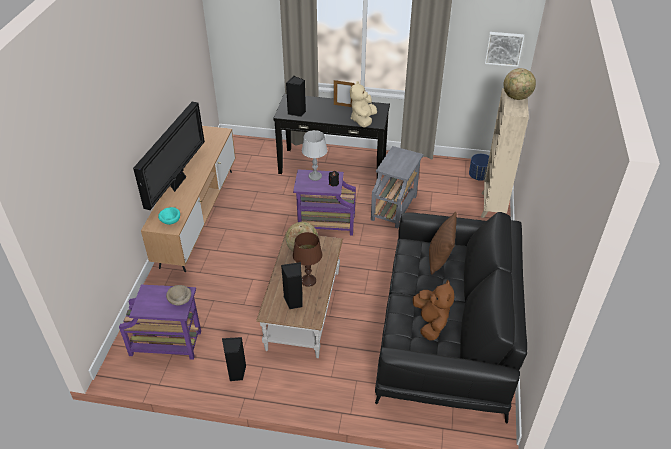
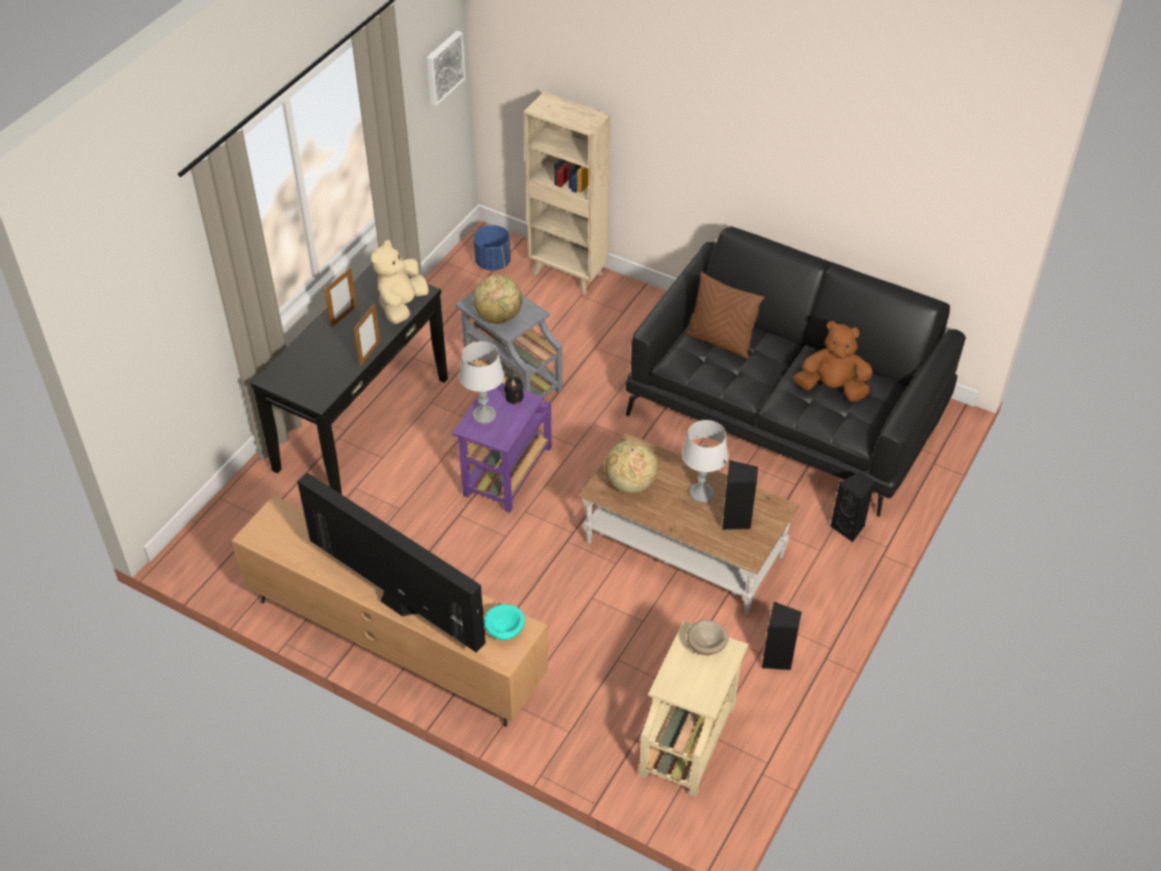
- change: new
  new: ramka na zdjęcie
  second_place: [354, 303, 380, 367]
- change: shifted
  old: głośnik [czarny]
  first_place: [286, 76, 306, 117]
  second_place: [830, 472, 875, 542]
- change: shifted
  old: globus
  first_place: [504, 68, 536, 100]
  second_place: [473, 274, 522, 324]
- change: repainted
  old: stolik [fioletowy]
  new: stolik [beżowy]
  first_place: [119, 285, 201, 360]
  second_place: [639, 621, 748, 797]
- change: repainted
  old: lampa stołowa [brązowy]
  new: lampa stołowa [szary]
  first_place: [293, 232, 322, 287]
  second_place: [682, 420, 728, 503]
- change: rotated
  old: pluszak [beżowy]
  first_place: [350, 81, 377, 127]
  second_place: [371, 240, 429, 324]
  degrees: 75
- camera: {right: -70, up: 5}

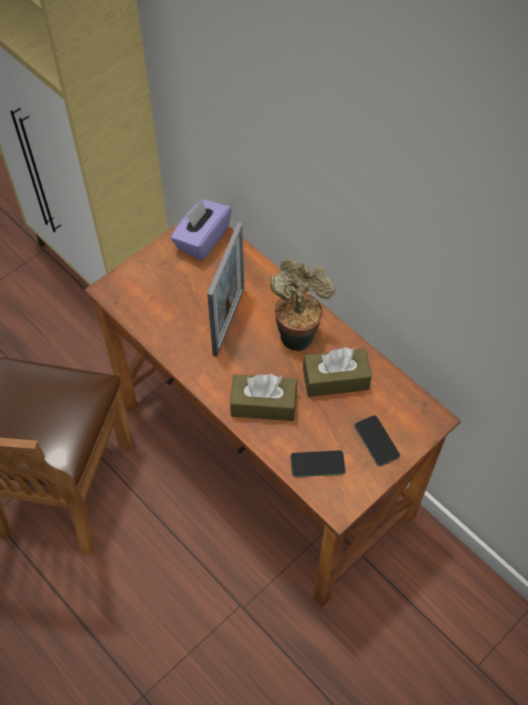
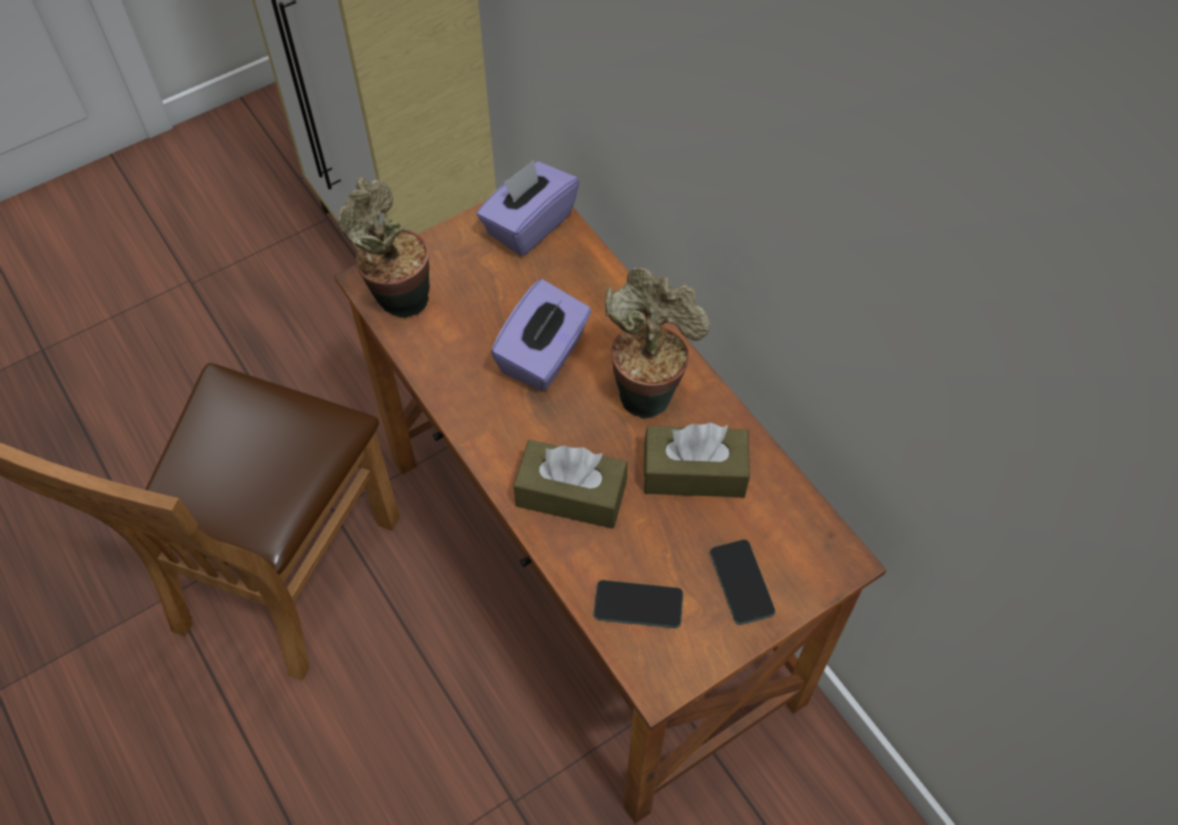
- change: new
  new: roślina doniczkowa
  second_place: [338, 177, 430, 318]
- change: swapped
  old: ramka na zdjęcie
  new: pudełko chusteczek [fioletowy]
  first_place: [207, 222, 244, 356]
  second_place: [491, 279, 592, 391]
- camera: {right: 10, up: 0}

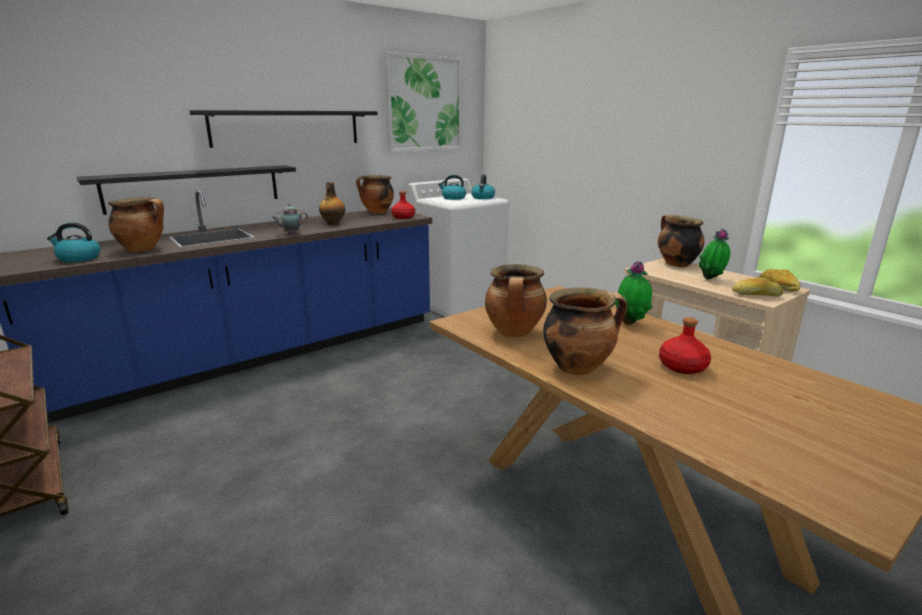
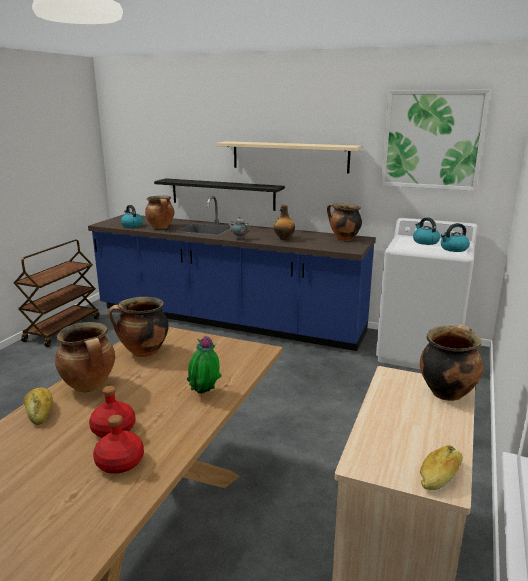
- change: gone
  old: roślina doniczkowa
  first_place: [699, 229, 730, 279]
- change: shifted
  old: butelka [czerwony]
  first_place: [391, 191, 415, 219]
  second_place: [93, 415, 144, 474]
- change: shifted
  old: chleb
  first_place: [732, 278, 783, 296]
  second_place: [24, 388, 53, 425]
- change: repainted
  old: półka [czarny]
  new: półka [beżowy]
  first_place: [189, 110, 378, 148]
  second_place: [216, 141, 361, 174]
- camera: {right: 60, up: 0}

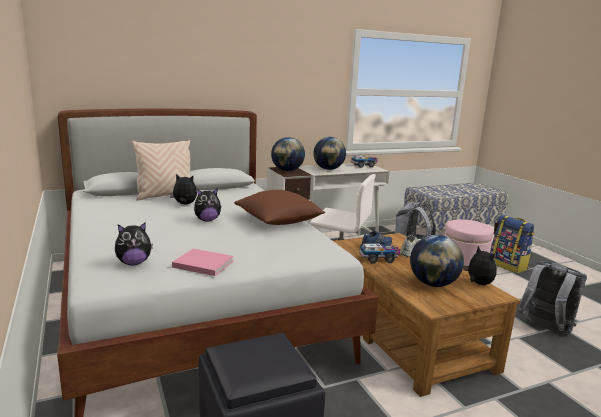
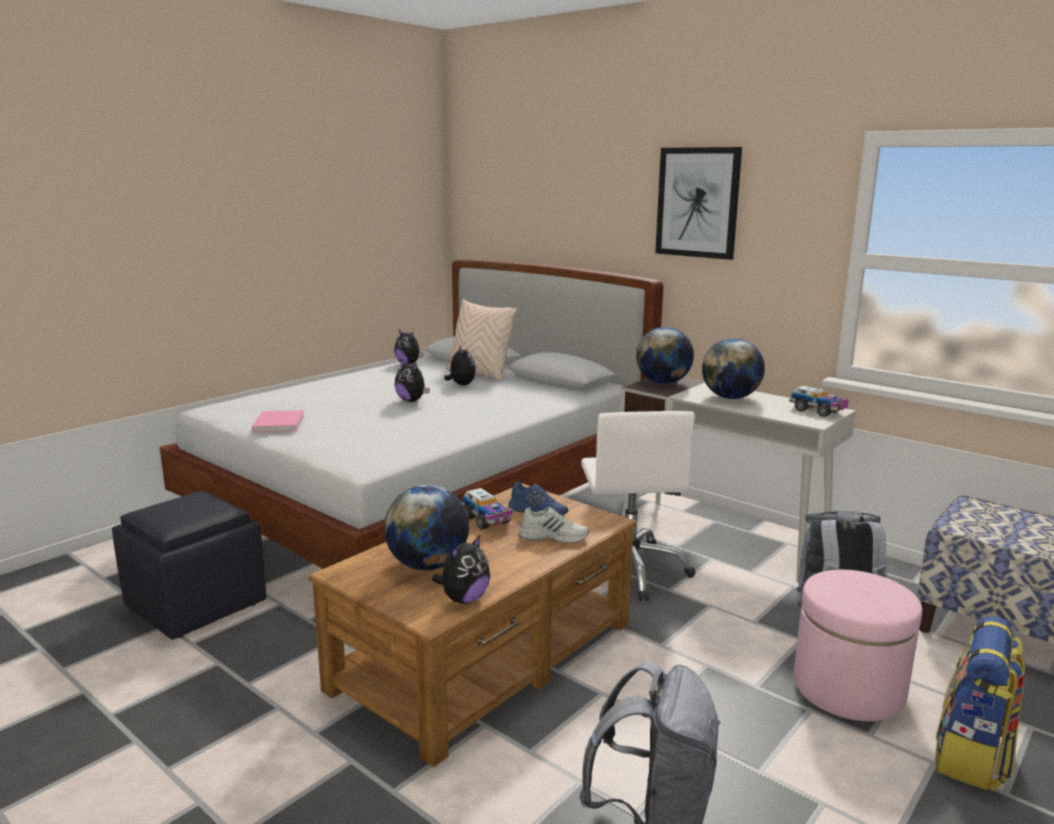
- change: gone
  old: poduszka [brązowy]
  first_place: [234, 190, 325, 225]
- change: new
  new: obraz
  second_place: [655, 147, 742, 260]
- change: shifted
  old: pluszak
  first_place: [115, 223, 153, 265]
  second_place: [394, 329, 424, 364]
- camera: {right: 65, up: 0}

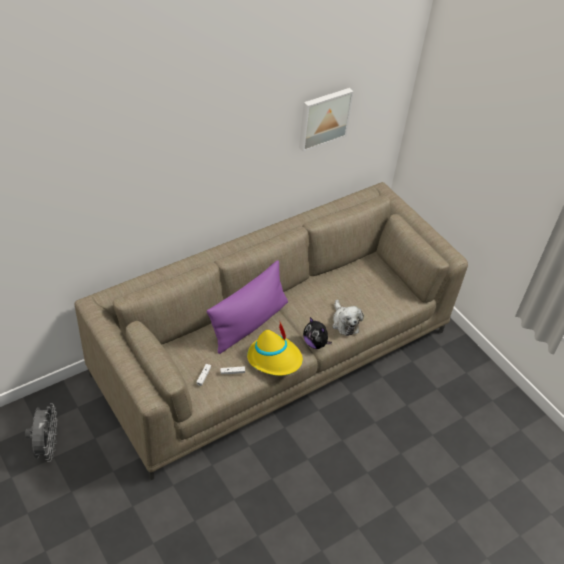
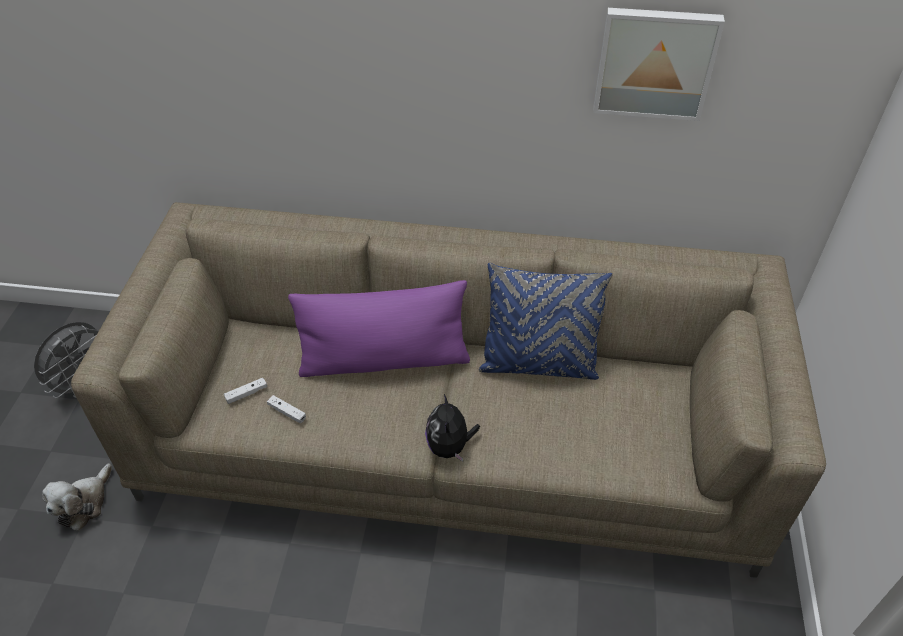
- change: gone
  old: kapelusz [żółty]
  first_place: [247, 320, 303, 376]
- change: new
  new: poduszka [niebieski]
  second_place: [479, 263, 613, 380]
- change: shifted
  old: pluszak
  first_place: [332, 299, 364, 336]
  second_place: [42, 463, 112, 531]
- camera: {right: 45, up: 0}

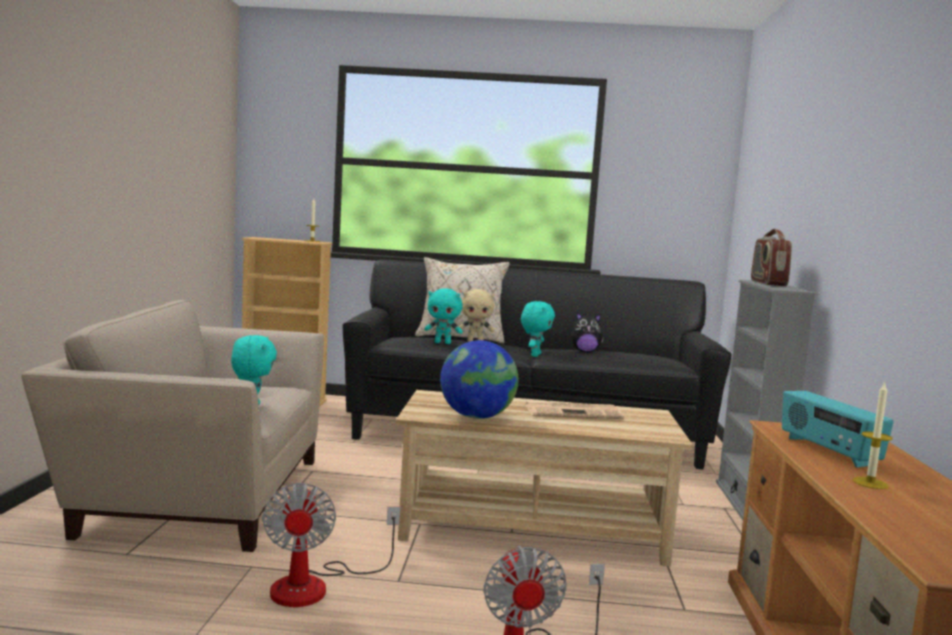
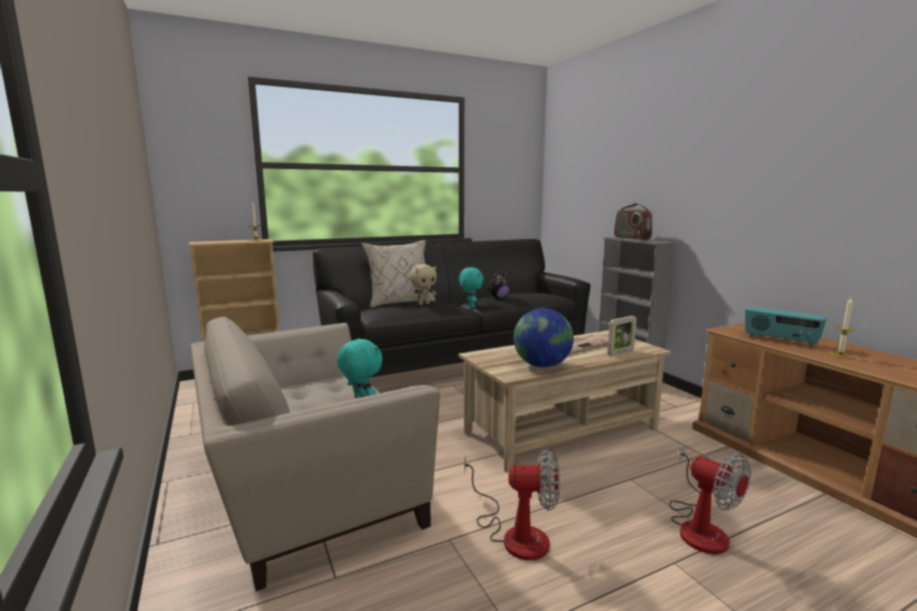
- change: gone
  old: pluszak [turkusowy]
  first_place: [424, 288, 463, 344]
- change: new
  new: ramka na zdjęcie
  second_place: [607, 316, 637, 356]
- change: rotated
  old: wentylator
  first_place: [262, 483, 400, 607]
  second_place: [464, 449, 560, 560]
  degrees: -45
- camera: {right: -30, up: 5}

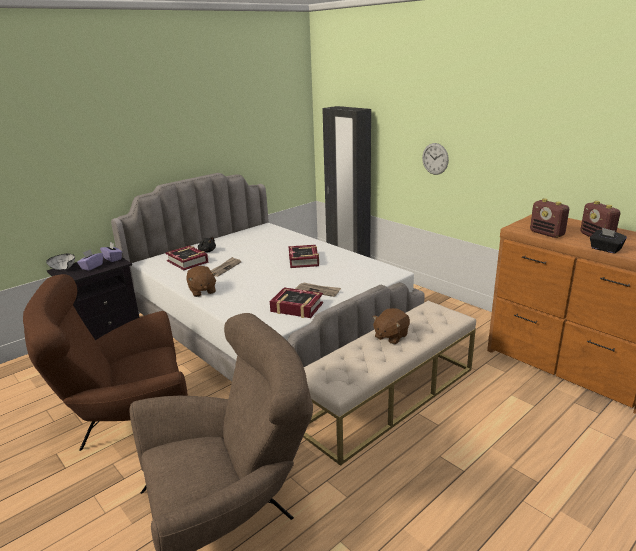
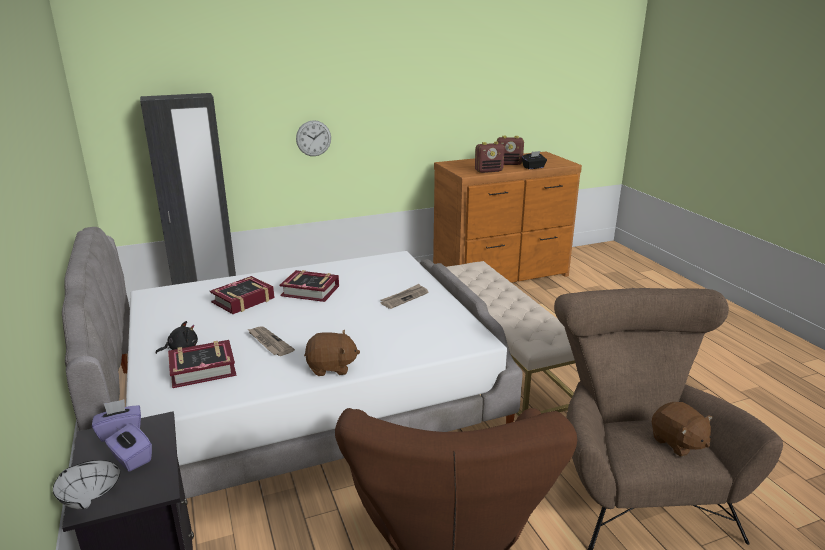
- change: shifted
  old: książka
  first_place: [270, 287, 323, 318]
  second_place: [210, 276, 275, 314]
- change: shifted
  old: pluszak [brązowy]
  first_place: [372, 308, 410, 344]
  second_place: [652, 402, 713, 457]
- camera: {right: -70, up: 0}

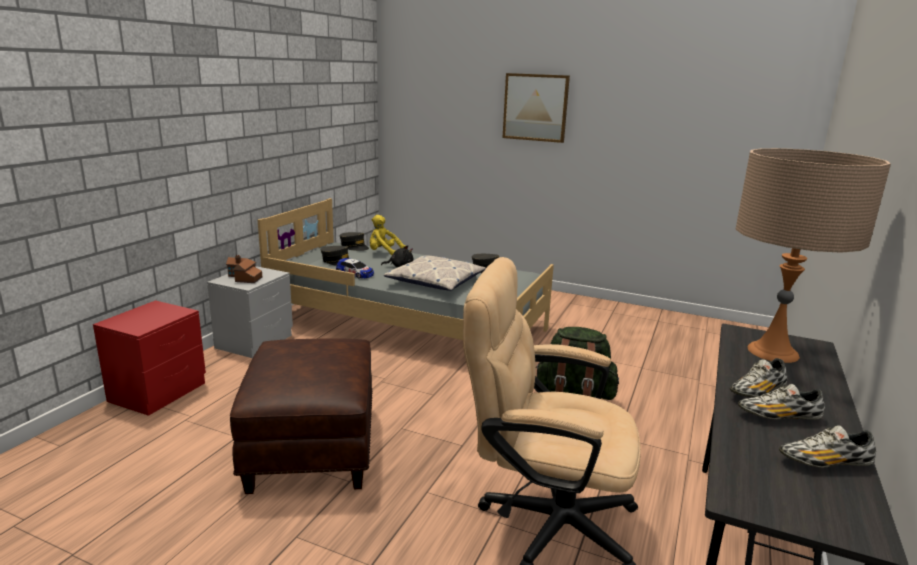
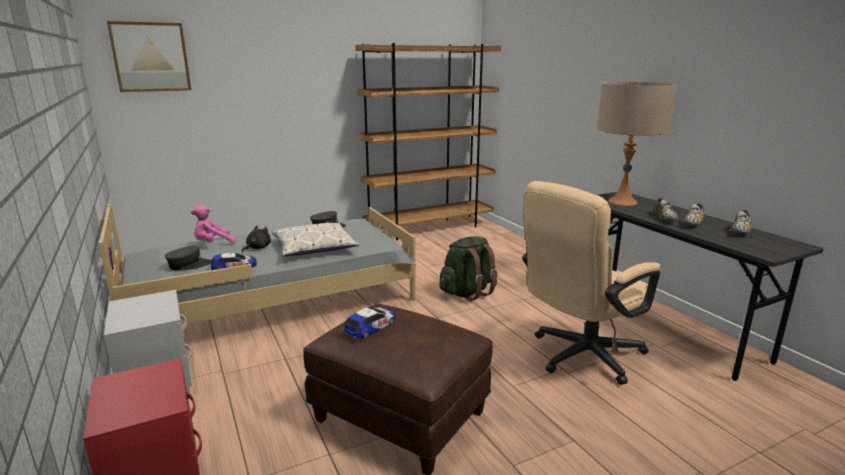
- change: gone
  old: domek
  first_place: [226, 255, 262, 283]
- change: gone
  old: czapka z daszkiem [szary]
  first_place: [340, 232, 369, 251]
- change: new
  new: samochodzik
  second_place: [344, 307, 396, 339]
- change: new
  new: regał [brązowy]
  second_place: [355, 43, 501, 241]
- change: shifted
  old: obraz
  first_place: [502, 73, 570, 143]
  second_place: [107, 21, 191, 92]
- change: repainted
  old: pluszak [żółty]
  new: pluszak [różowy]
  first_place: [370, 215, 405, 255]
  second_place: [191, 205, 237, 243]
- camera: {right: -50, up: 0}

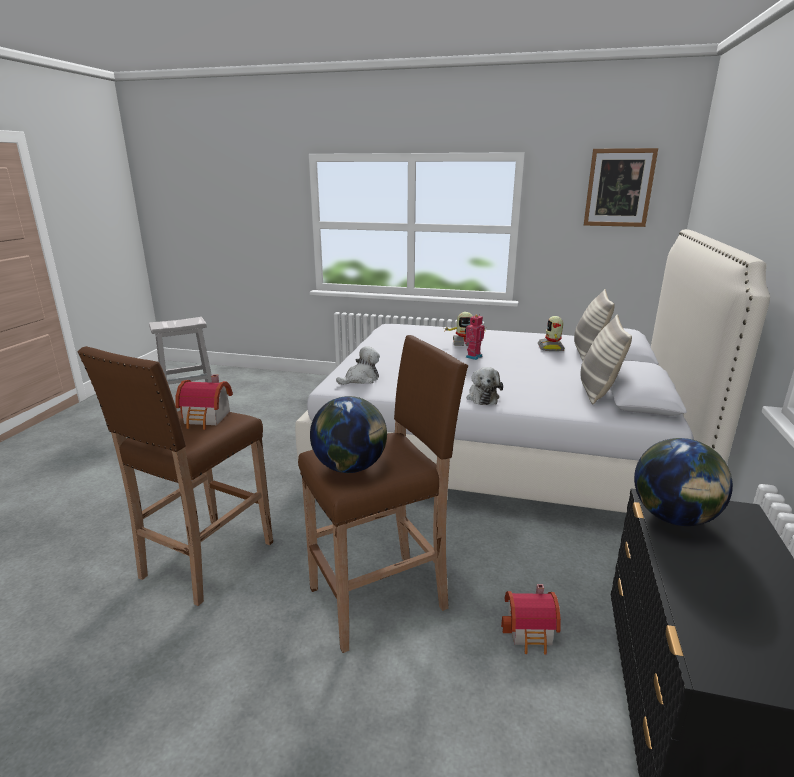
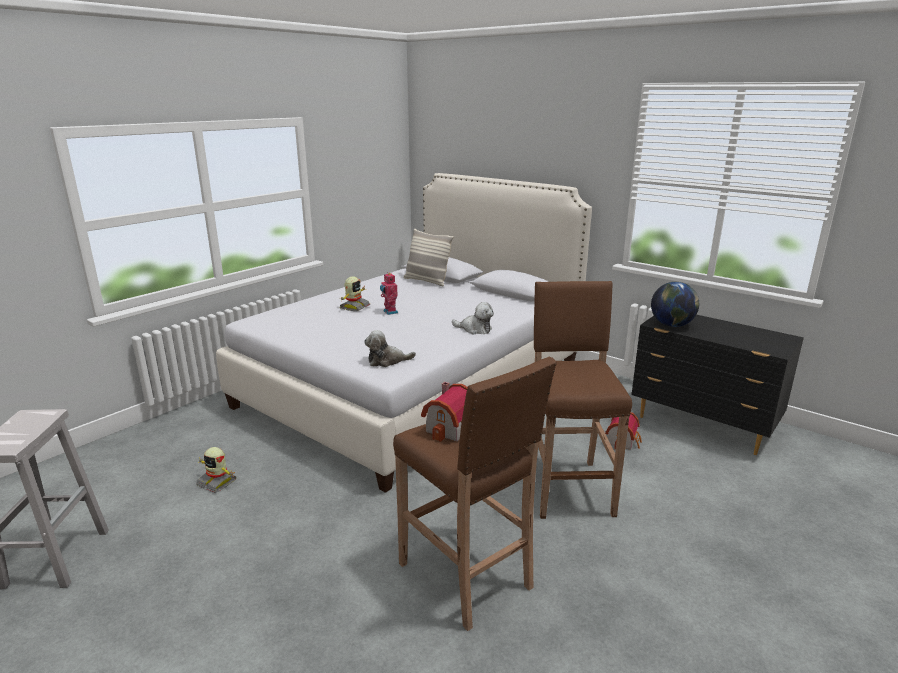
- change: gone
  old: globus
  first_place: [310, 396, 387, 473]
- change: gone
  old: poduszka
  first_place: [580, 314, 632, 404]
- change: gone
  old: obraz
  first_place: [584, 148, 658, 227]
- change: shifted
  old: robot zabawkowy
  first_place: [538, 316, 565, 351]
  second_place: [196, 447, 237, 493]
- change: rotated
  old: pluszak
  first_place: [336, 346, 380, 385]
  second_place: [364, 330, 416, 367]
  degrees: -90
- camera: {right: -65, up: 0}

